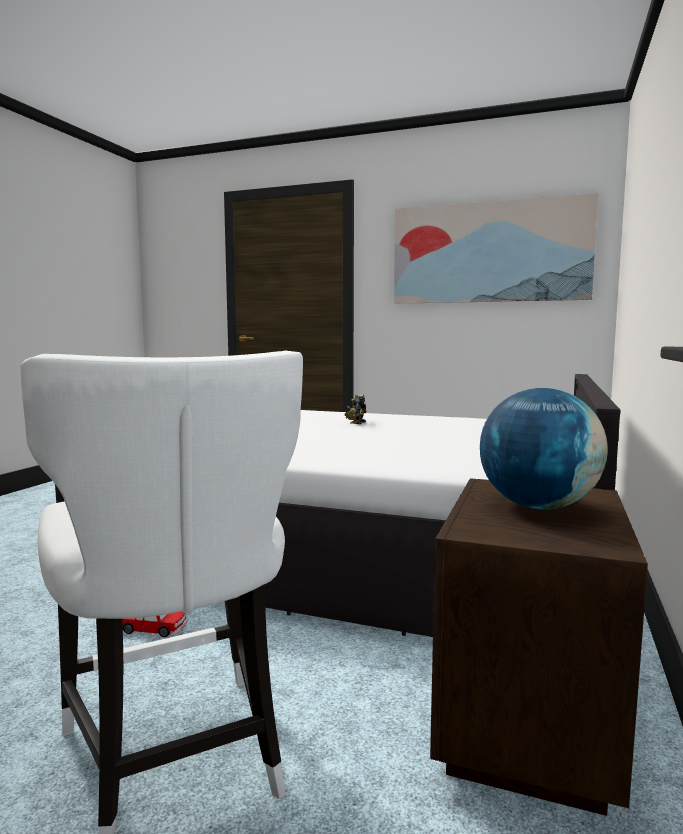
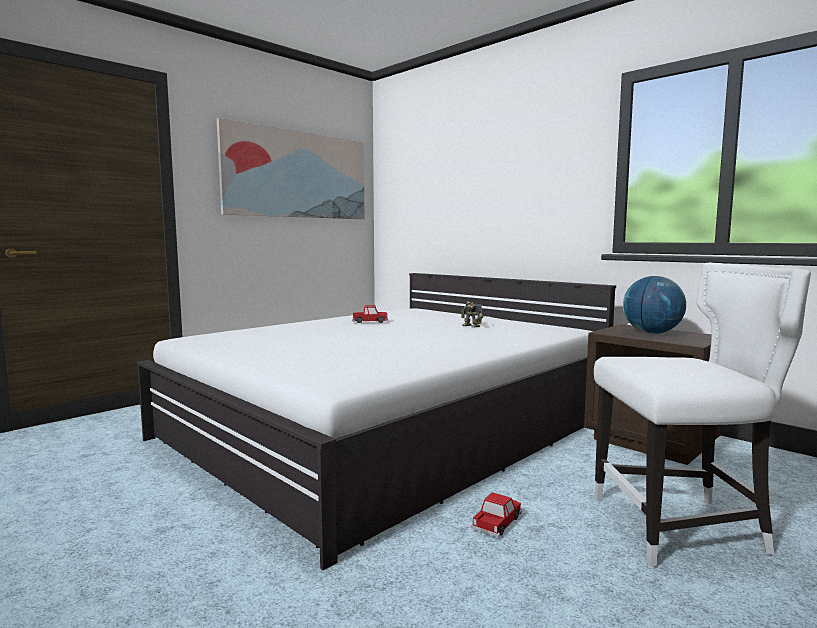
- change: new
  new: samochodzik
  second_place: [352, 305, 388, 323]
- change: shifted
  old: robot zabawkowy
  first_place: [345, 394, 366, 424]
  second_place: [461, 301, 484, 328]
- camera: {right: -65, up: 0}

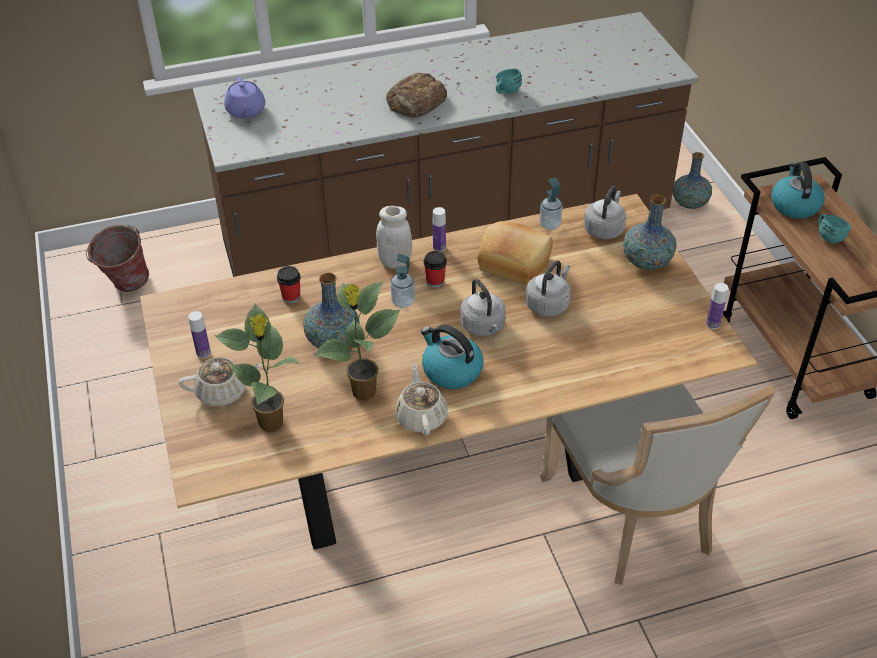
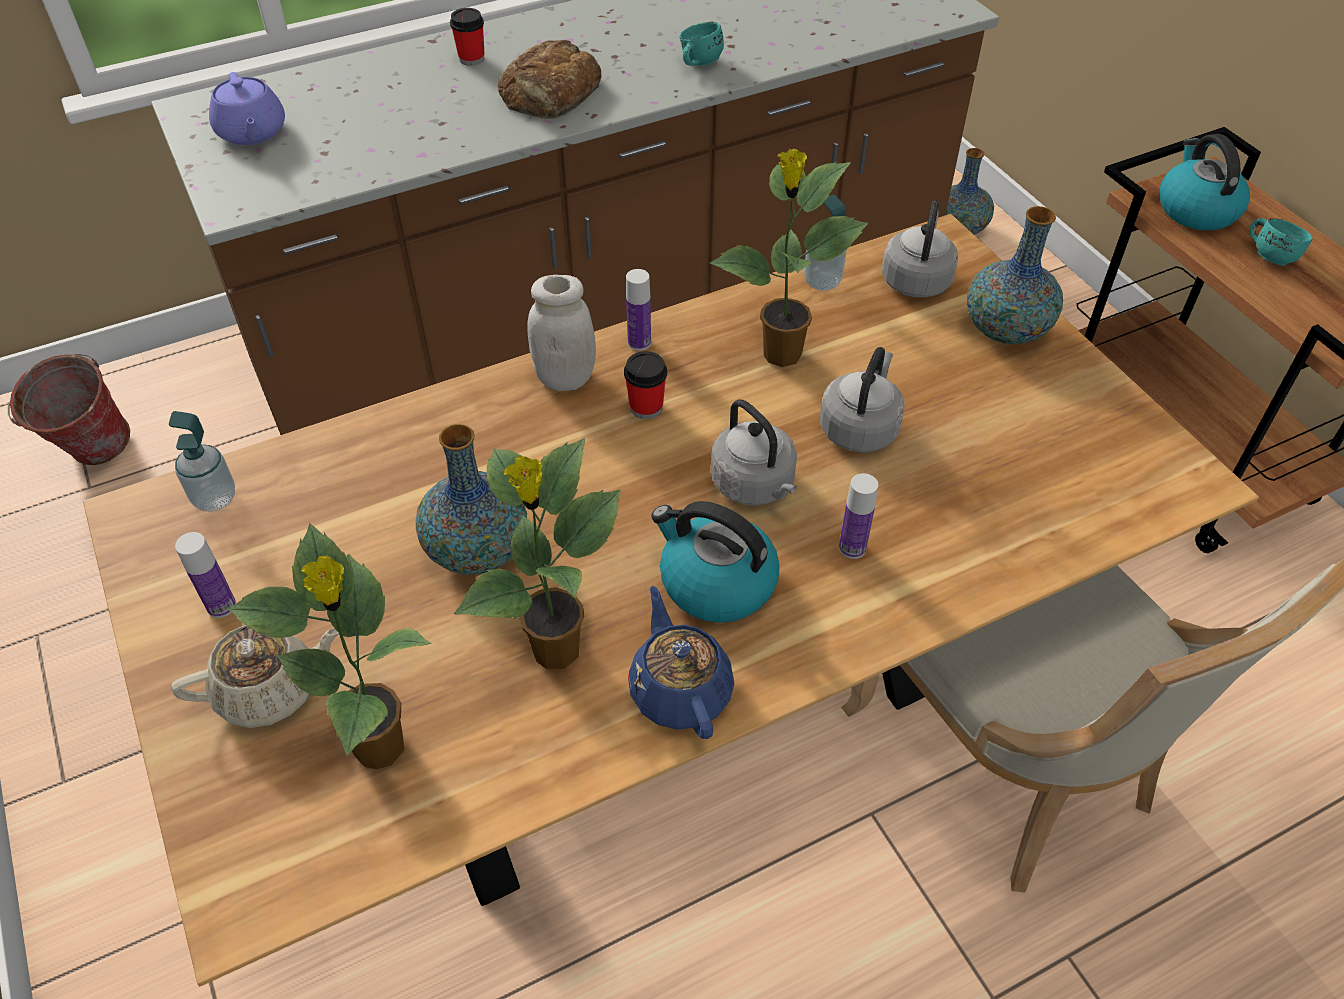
- change: shifted
  old: filiżanka
  first_place: [277, 266, 301, 303]
  second_place: [450, 8, 485, 66]
- change: shifted
  old: dozownik mydła
  first_place: [390, 254, 415, 308]
  second_place: [169, 411, 235, 512]
- change: shifted
  old: butelka
  first_place: [706, 283, 728, 329]
  second_place: [839, 473, 879, 559]
- change: swapped
  old: chleb
  new: roślina doniczkowa
  first_place: [478, 221, 553, 285]
  second_place: [709, 148, 868, 367]
- change: repainted
  old: imbryk [beżowy]
  new: imbryk [niebieski]
  first_place: [395, 363, 448, 435]
  second_place: [628, 586, 734, 739]
- camera: {right: -10, up: 5}

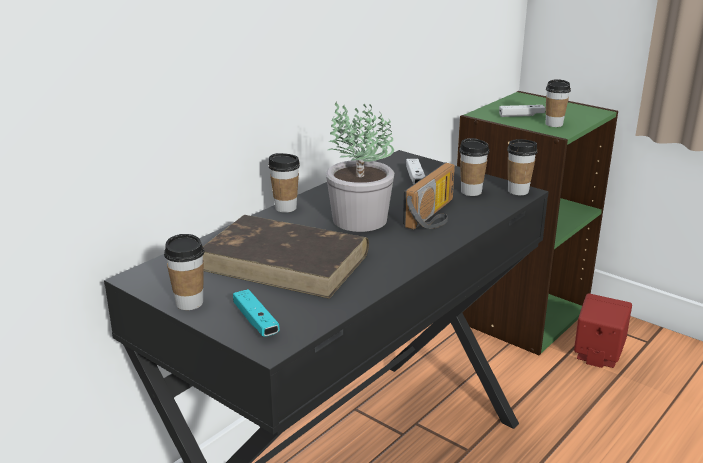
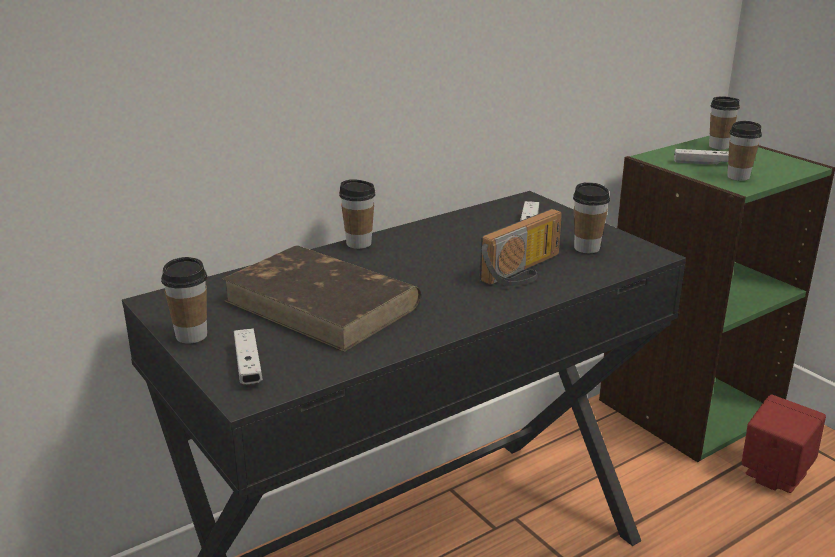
- change: gone
  old: roślina doniczkowa
  first_place: [326, 102, 394, 232]
- change: shifted
  old: filiżanka
  first_place: [507, 139, 538, 195]
  second_place: [709, 96, 740, 150]
- change: repainted
  old: pad do gier [turkusowy]
  new: pad do gier [biały]
  first_place: [233, 289, 280, 337]
  second_place: [234, 328, 263, 384]
- camera: {right: 15, up: 0}

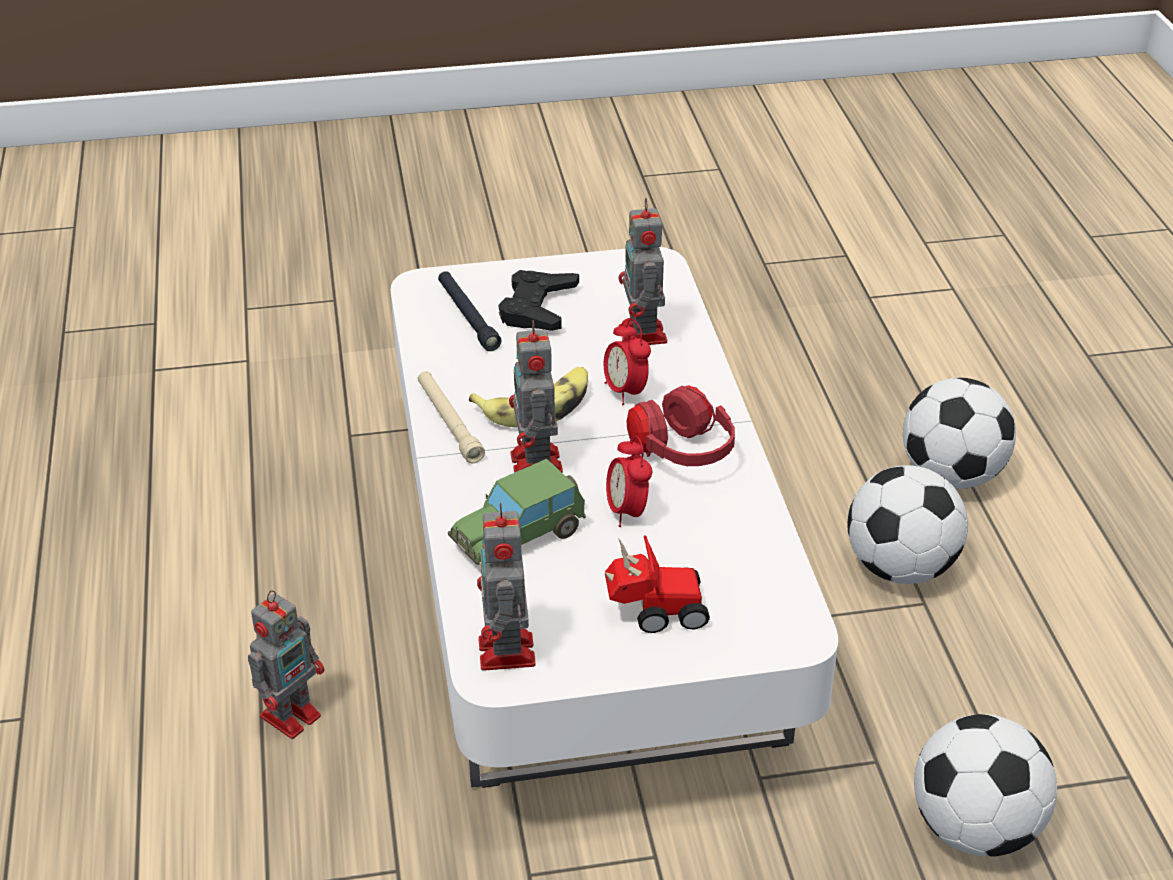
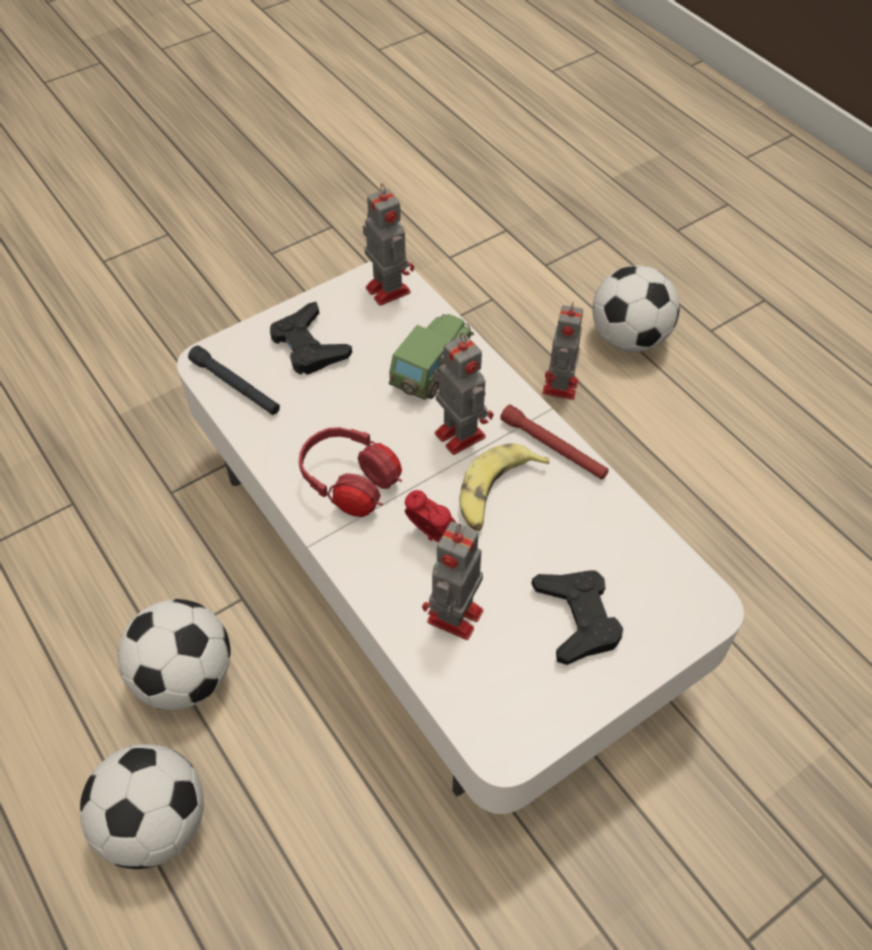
- change: gone
  old: budzik
  first_place: [606, 436, 652, 527]
- change: shifted
  old: latarka [czarny]
  first_place: [438, 271, 501, 351]
  second_place: [188, 346, 280, 415]
- change: shifted
  old: piłka futbolowa
  first_place: [914, 714, 1057, 857]
  second_place: [592, 265, 680, 352]
- change: swapped
  old: samochodzik
  new: pad do gier [czarny]
  first_place: [605, 535, 710, 633]
  second_place: [270, 302, 352, 375]
- change: repainted
  old: latarka [beżowy]
  new: latarka [czerwony]
  first_place: [418, 371, 485, 463]
  second_place: [500, 405, 609, 479]
- change: rotated
  old: robot zabawkowy
  first_place: [618, 198, 667, 345]
  second_place: [422, 522, 483, 640]
  degrees: -120
- camera: {right: 155, up: 15}

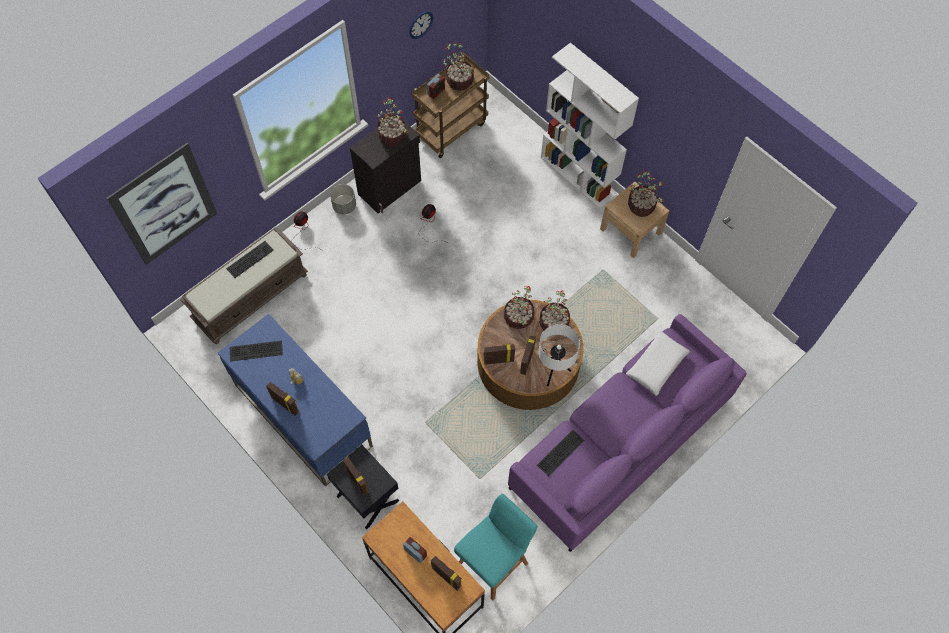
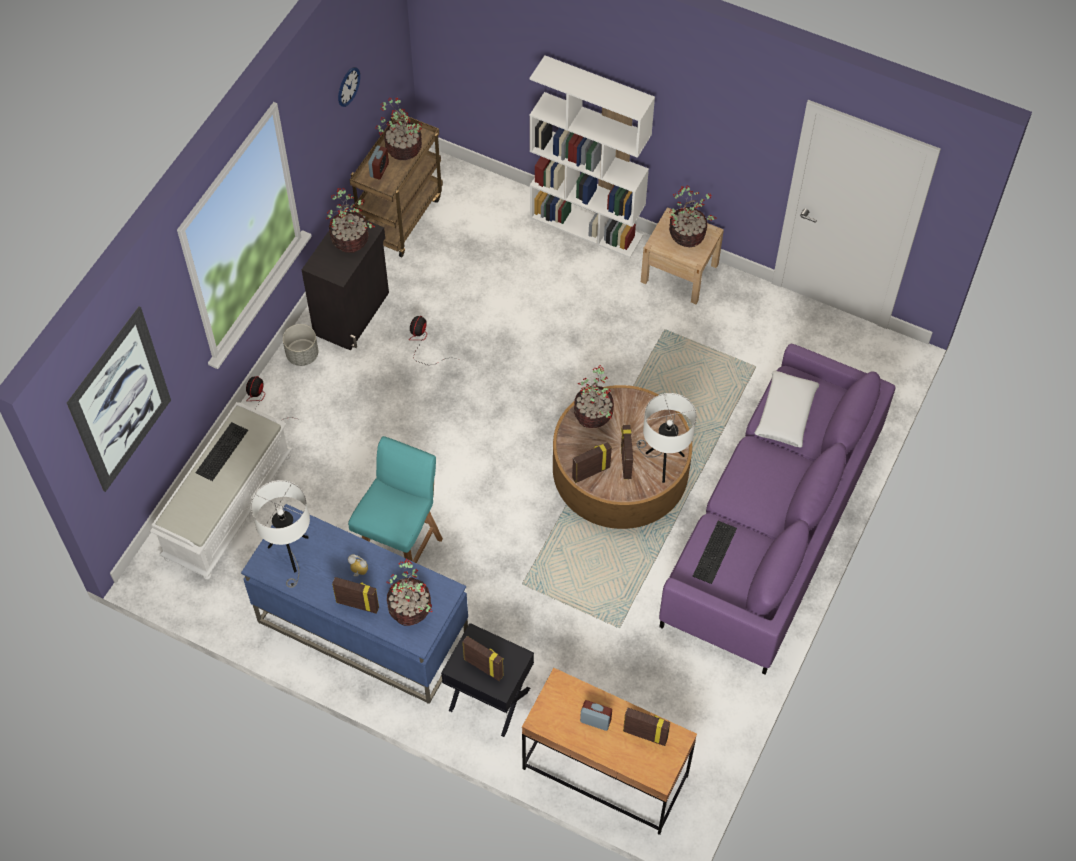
- change: shifted
  old: stołek [turkusowy]
  first_place: [454, 493, 538, 601]
  second_place: [348, 436, 443, 563]
- change: shifted
  old: roślina doniczkowa
  first_place: [539, 290, 570, 331]
  second_place: [386, 559, 433, 626]
- change: swapped
  old: klawiatura
  new: lampa stołowa [biały]
  first_place: [230, 341, 283, 361]
  second_place: [251, 480, 310, 588]
- change: repainted
  old: ławka [brązowy]
  new: ławka [biały]
  first_place: [181, 227, 308, 344]
  second_place: [150, 402, 292, 580]
- camera: {right: -20, up: -5}

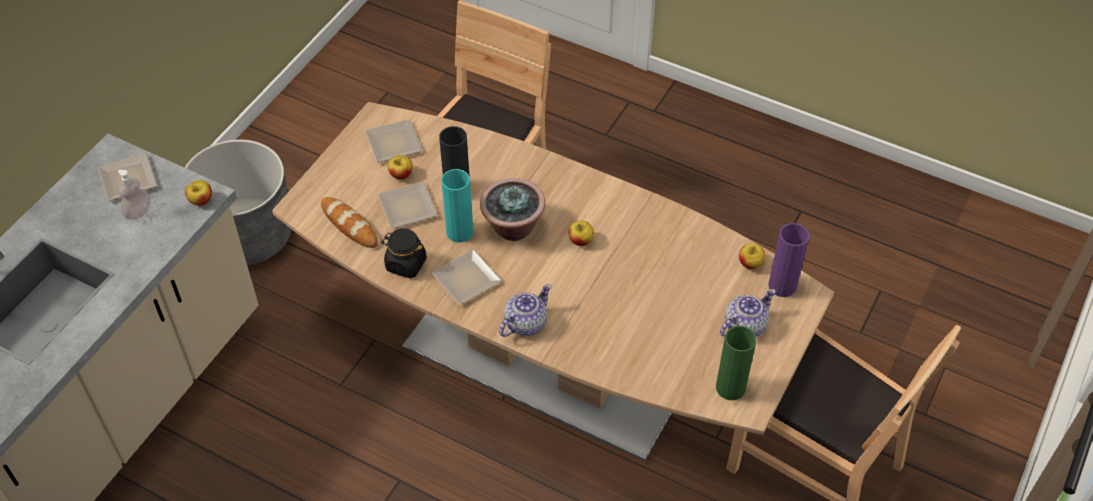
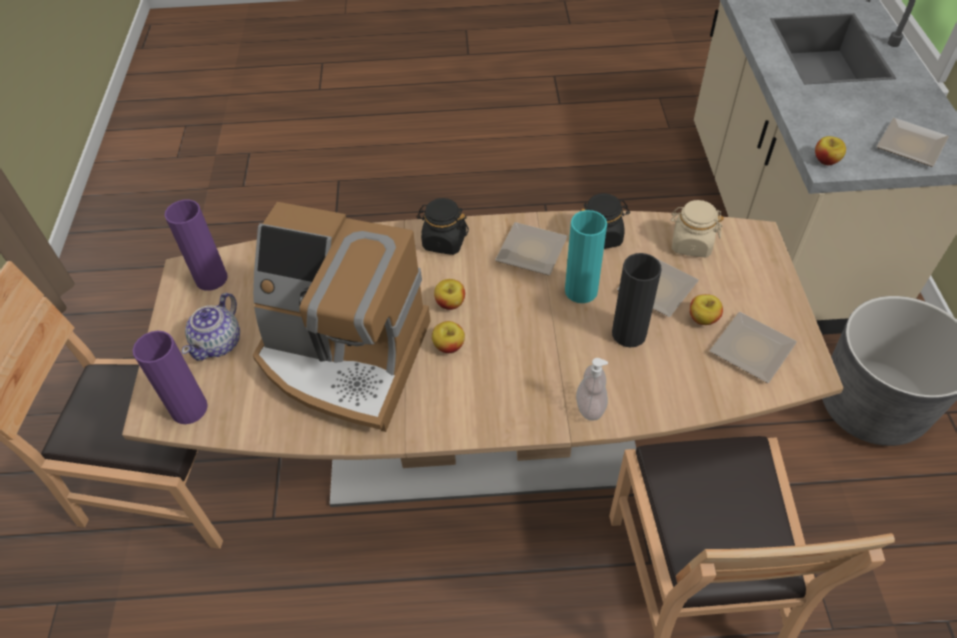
- change: gone
  old: roślina doniczkowa
  first_place: [480, 178, 545, 241]
- change: new
  new: ekspres do kawy
  second_place: [253, 202, 430, 432]
- change: shifted
  old: dozownik mydła
  first_place: [118, 170, 151, 220]
  second_place: [576, 358, 608, 421]
- change: shifted
  old: jabłko
  first_place: [739, 243, 765, 269]
  second_place: [434, 279, 465, 310]
- change: swapped
  old: chleb
  new: słoik [beżowy]
  first_place: [321, 197, 378, 248]
  second_place: [671, 200, 724, 257]
- change: swapped
  old: imbryk
  new: słoik [czarny]
  first_place: [499, 284, 551, 337]
  second_place: [417, 198, 469, 255]
- change: repainted
  old: wazon [zielony]
  new: wazon [fioletowy]
  first_place: [716, 326, 756, 400]
  second_place: [164, 200, 228, 291]
- camera: {right: 150, up: 0}

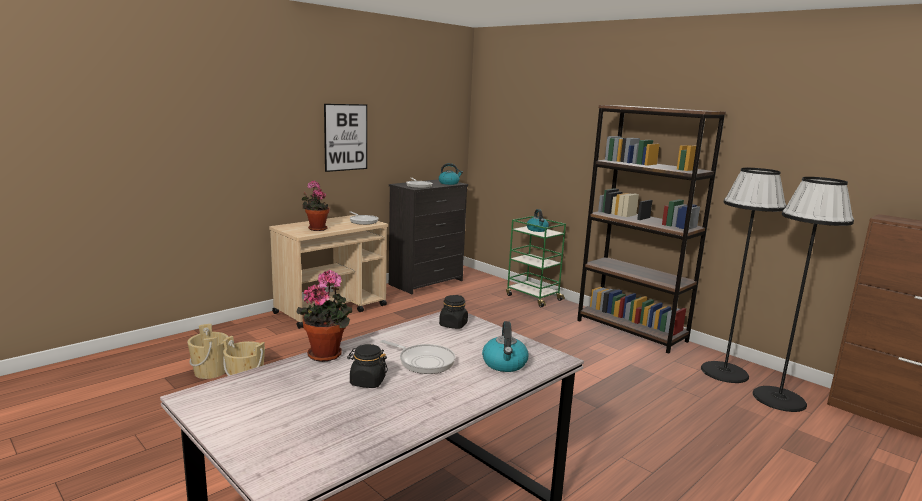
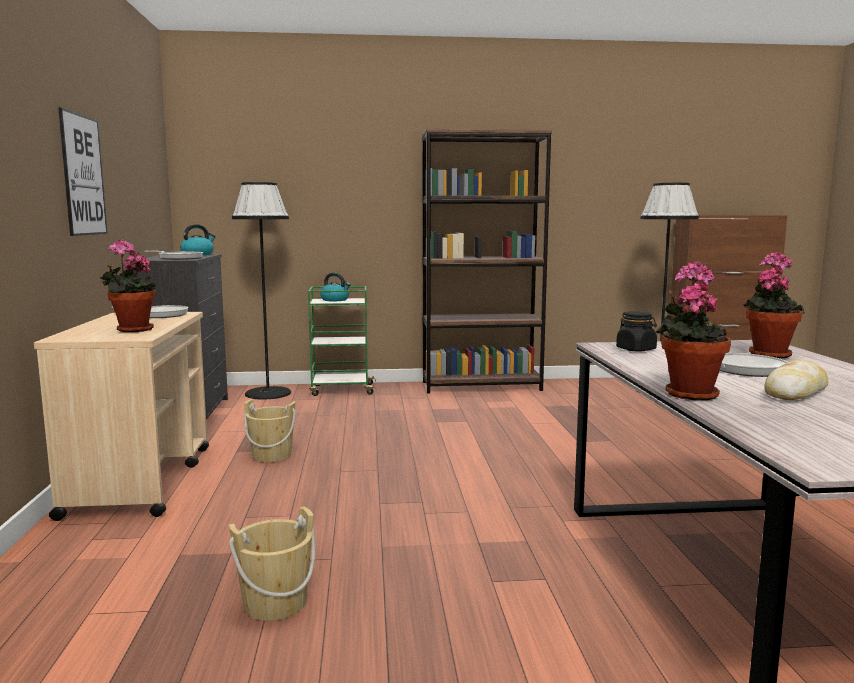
- change: shifted
  old: wiadro [beżowy]
  first_place: [187, 324, 229, 379]
  second_place: [244, 399, 296, 462]
- change: shifted
  old: lampa stojąca [czarny]
  first_place: [701, 168, 787, 383]
  second_place: [232, 182, 291, 399]
- change: swapped
  old: słoik [czarny]
  new: chleb
  first_place: [347, 344, 388, 388]
  second_place: [764, 360, 829, 400]
- change: swapped
  old: czajnik
  new: roślina doniczkowa
  first_place: [482, 321, 529, 372]
  second_place: [743, 251, 805, 358]
- camera: {right: -50, up: -5}

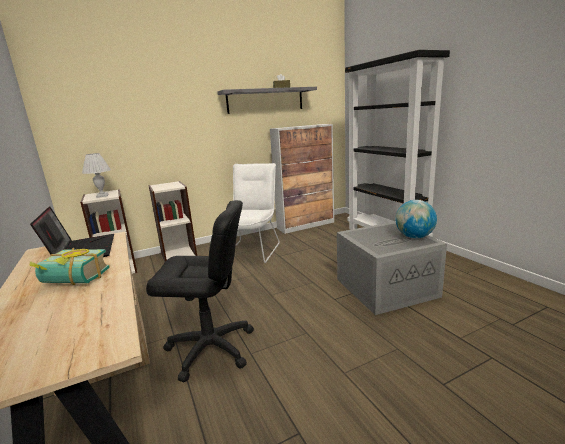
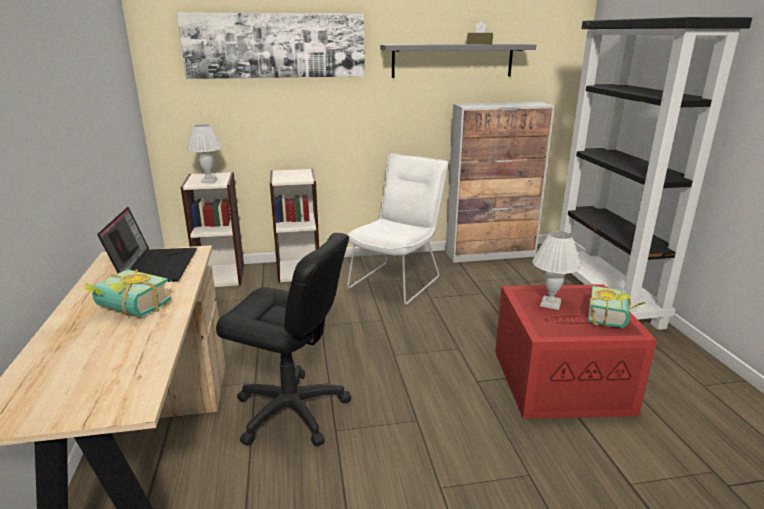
- change: new
  new: obraz
  second_place: [177, 13, 365, 79]
- change: new
  new: lampa stołowa [biały]
  second_place: [532, 231, 581, 310]
- change: swapped
  old: globus
  new: książka
  first_place: [395, 200, 437, 238]
  second_place: [588, 286, 645, 328]
- change: repainted
  old: pojemnik do przechowywania [szary]
  new: pojemnik do przechowywania [czerwony]
  first_place: [337, 222, 447, 315]
  second_place: [495, 284, 657, 419]
- camera: {right: 15, up: 5}

